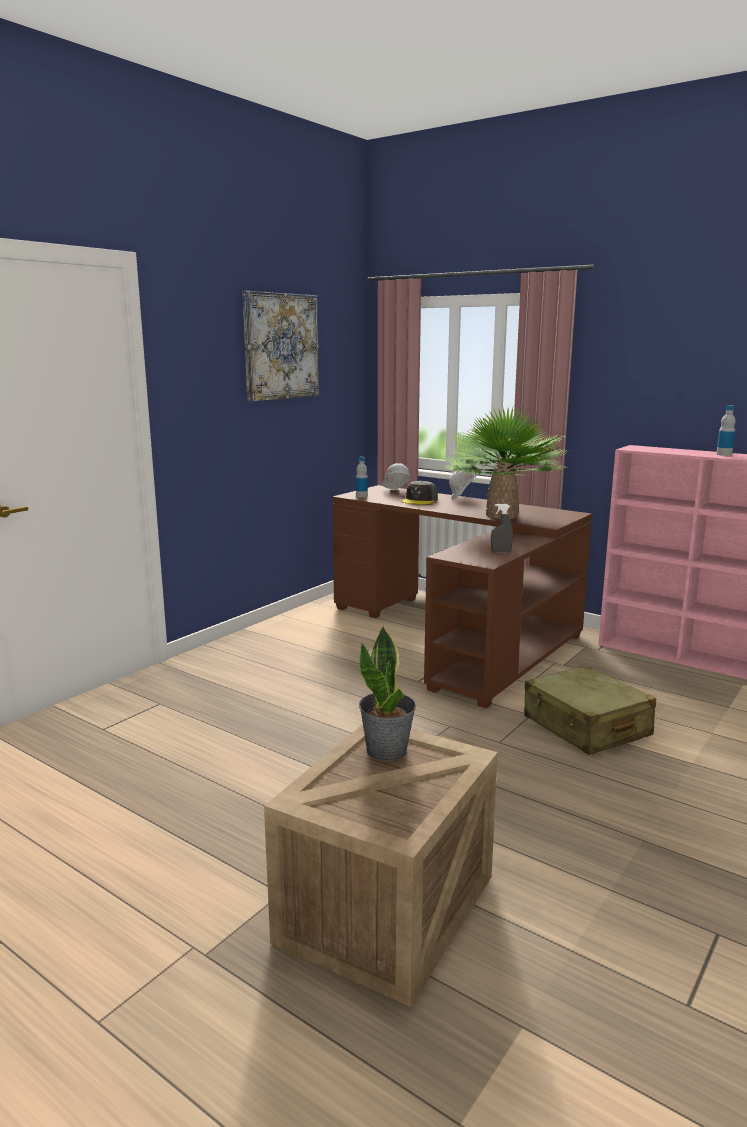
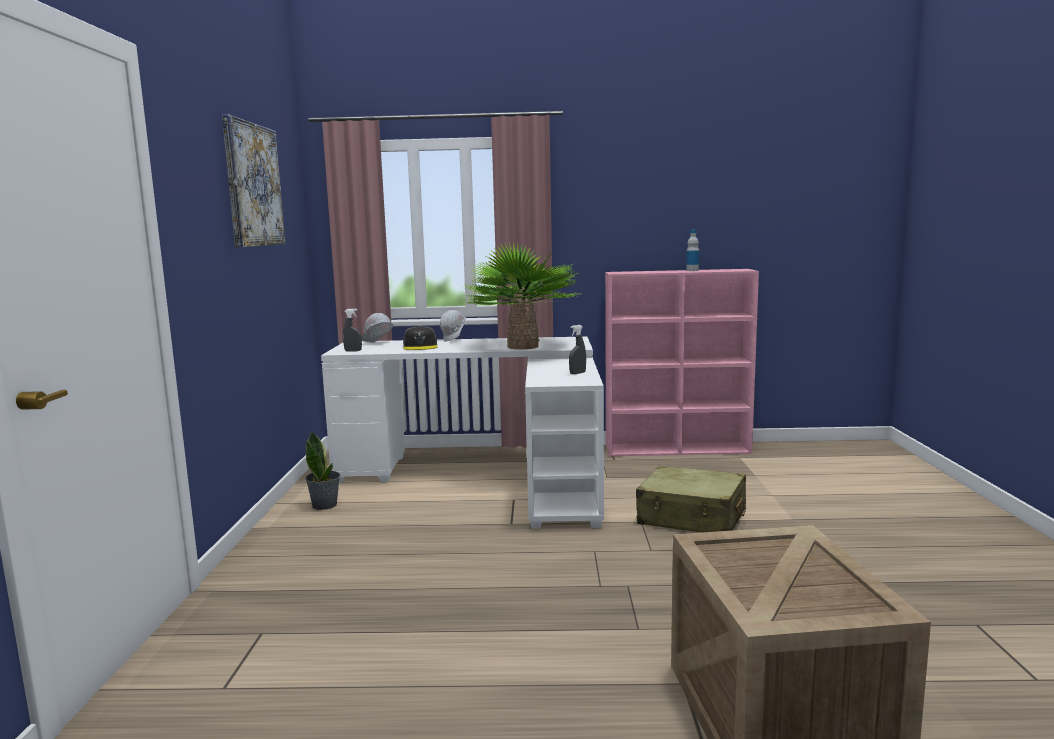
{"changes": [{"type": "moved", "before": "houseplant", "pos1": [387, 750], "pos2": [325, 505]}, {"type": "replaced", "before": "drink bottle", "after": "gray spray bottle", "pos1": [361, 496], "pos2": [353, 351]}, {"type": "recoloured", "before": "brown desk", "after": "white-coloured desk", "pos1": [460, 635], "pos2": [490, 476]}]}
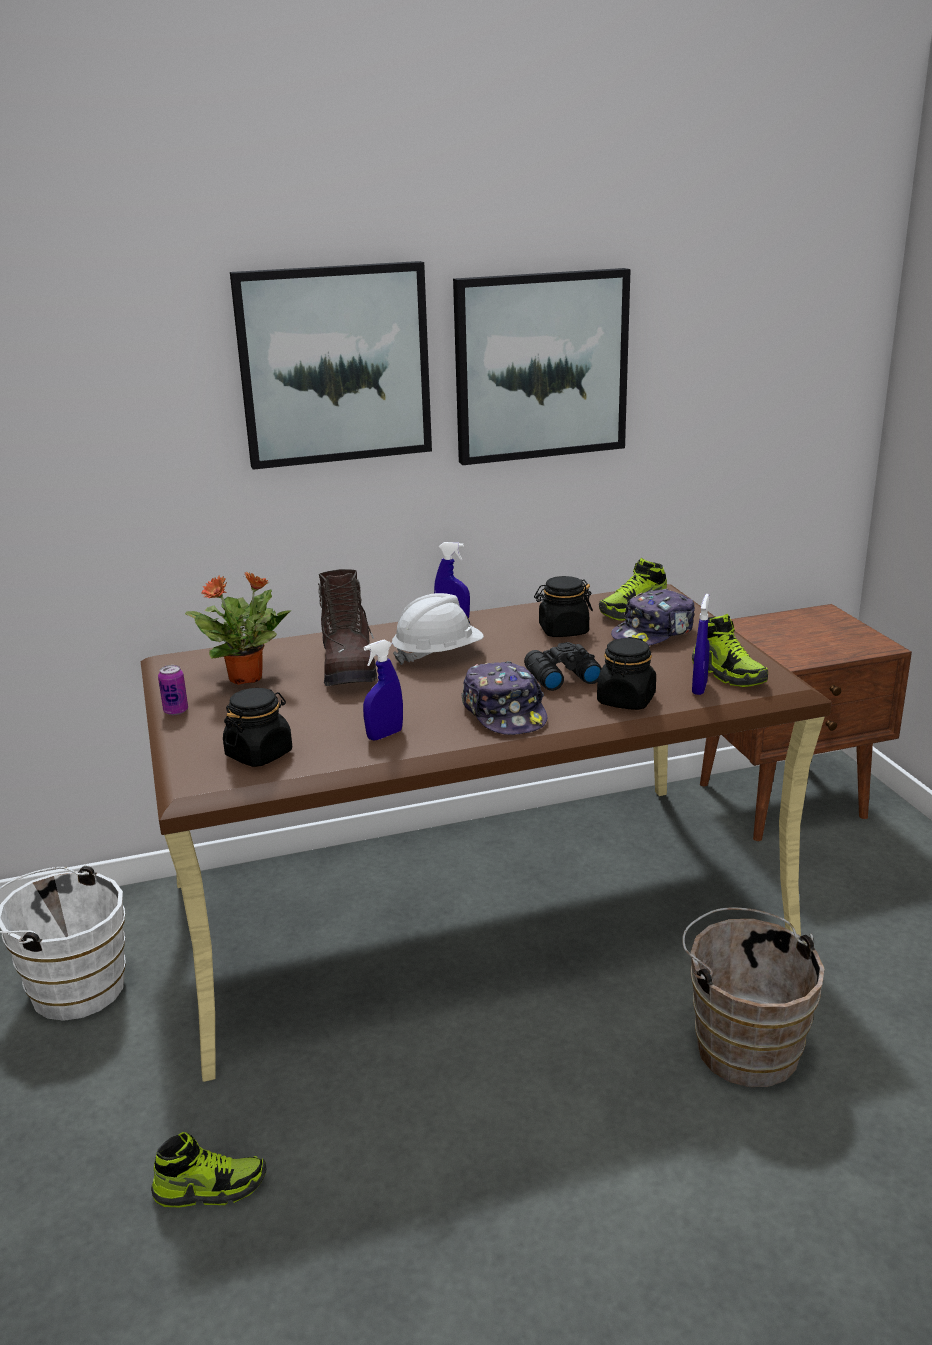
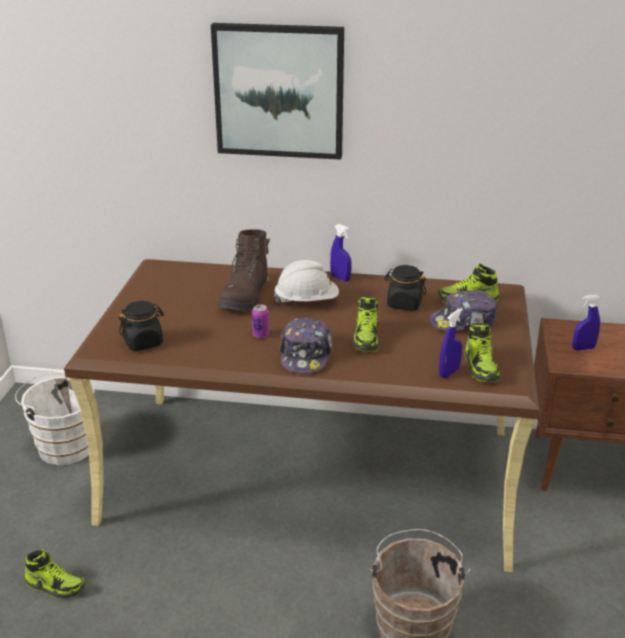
{"changes": [{"type": "removed", "before": "houseplant", "pos1": [247, 678]}, {"type": "removed", "before": "wall picture", "pos1": [540, 366]}, {"type": "removed", "before": "black preserve jar", "pos1": [626, 700]}, {"type": "moved", "before": "can", "pos1": [176, 711], "pos2": [261, 335]}, {"type": "moved", "before": "blue-coloured spray bottle", "pos1": [384, 735], "pos2": [583, 348]}, {"type": "replaced", "before": "black field glasses", "after": "low shoe", "pos1": [560, 677], "pos2": [366, 338]}]}
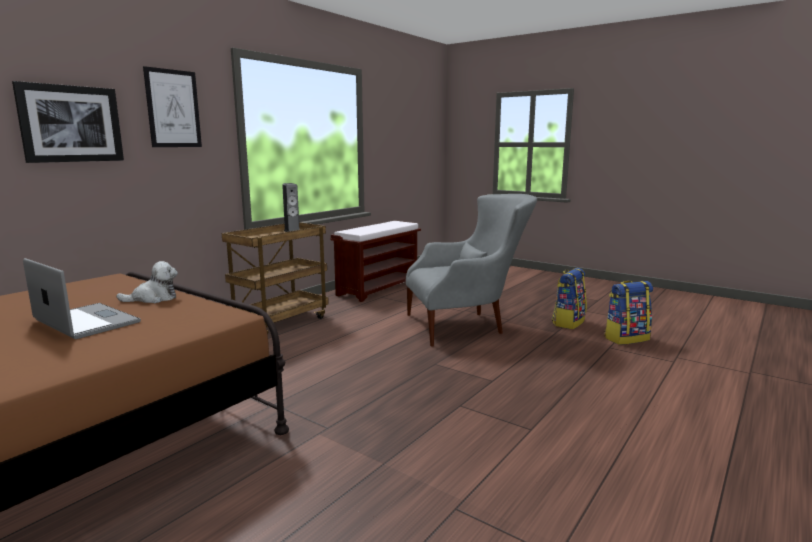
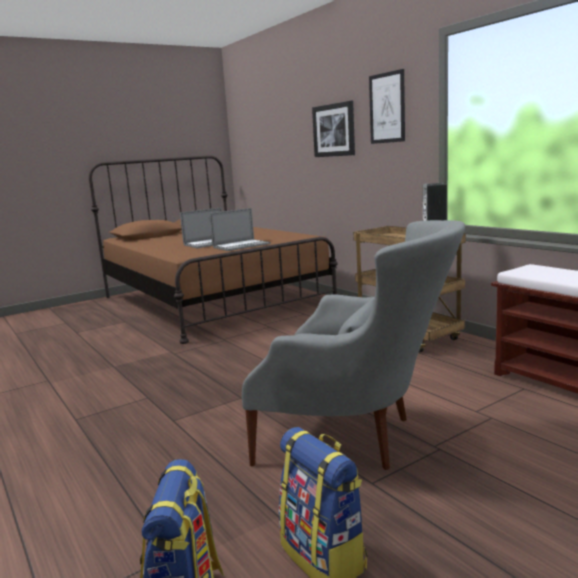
{"changes": [{"type": "replaced", "before": "soft toy", "after": "portable computer", "pos1": [153, 298], "pos2": [241, 245]}, {"type": "turned", "before": "gray easy chair", "pos1": [468, 325], "pos2": [357, 437], "turn": -75}]}
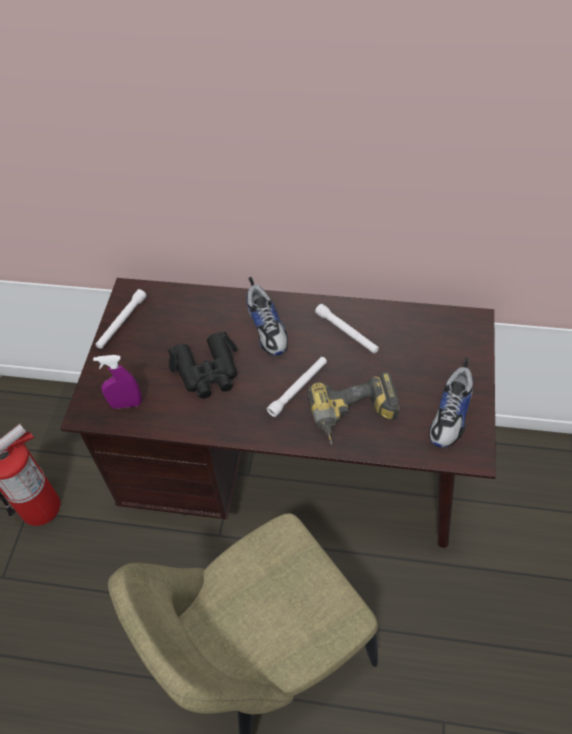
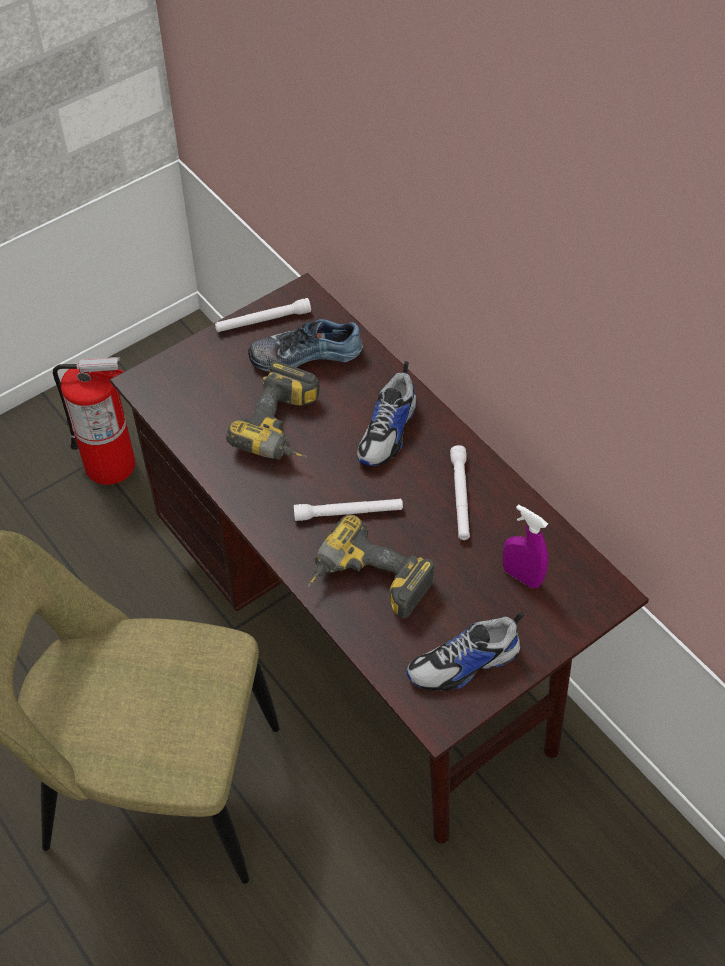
{"changes": [{"type": "added", "after": "low shoe", "pos2": [305, 353]}, {"type": "moved", "before": "purplish spray bottle", "pos1": [126, 404], "pos2": [521, 576]}, {"type": "replaced", "before": "black field glasses", "after": "power drill", "pos1": [208, 372], "pos2": [285, 429]}]}
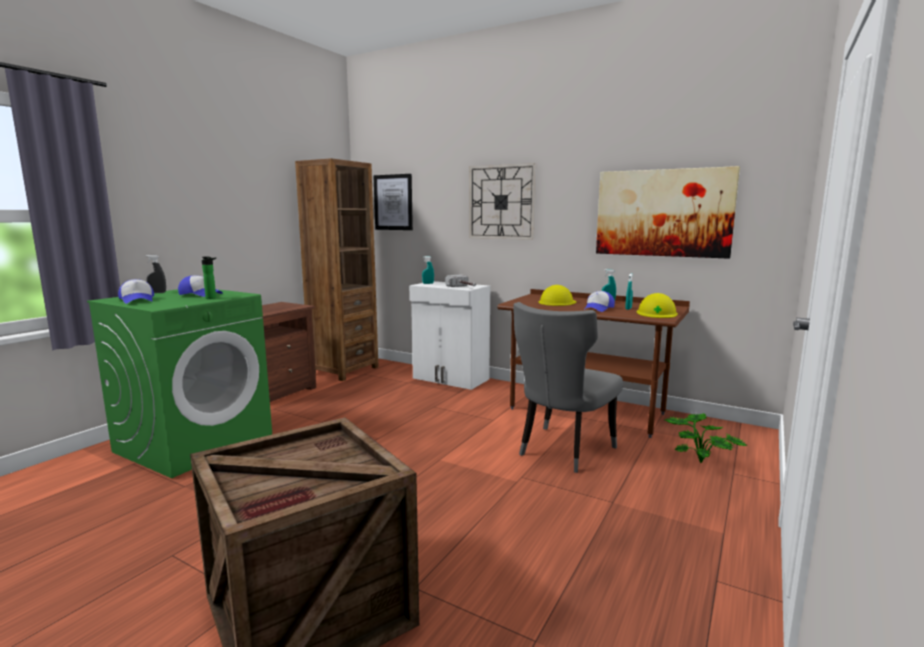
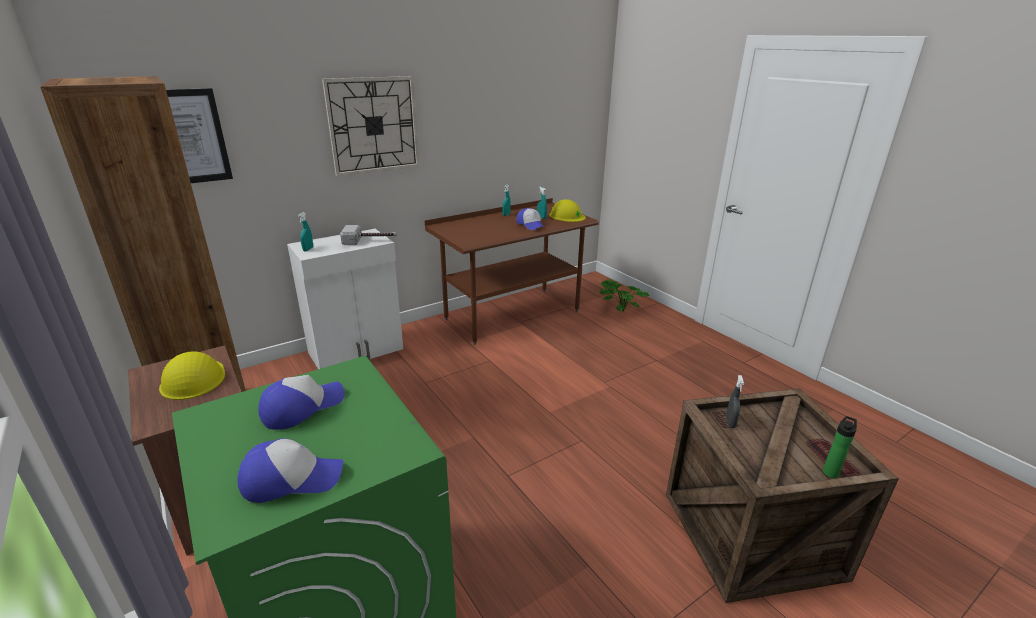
{"changes": [{"type": "removed", "before": "gray chair", "pos1": [562, 451]}, {"type": "removed", "before": "wall picture", "pos1": [663, 213]}, {"type": "moved", "before": "gray spray bottle", "pos1": [157, 292], "pos2": [730, 423]}, {"type": "moved", "before": "drink bottle", "pos1": [212, 298], "pos2": [831, 471]}, {"type": "moved", "before": "yellow-coloured safety helmet", "pos1": [557, 302], "pos2": [193, 379]}]}
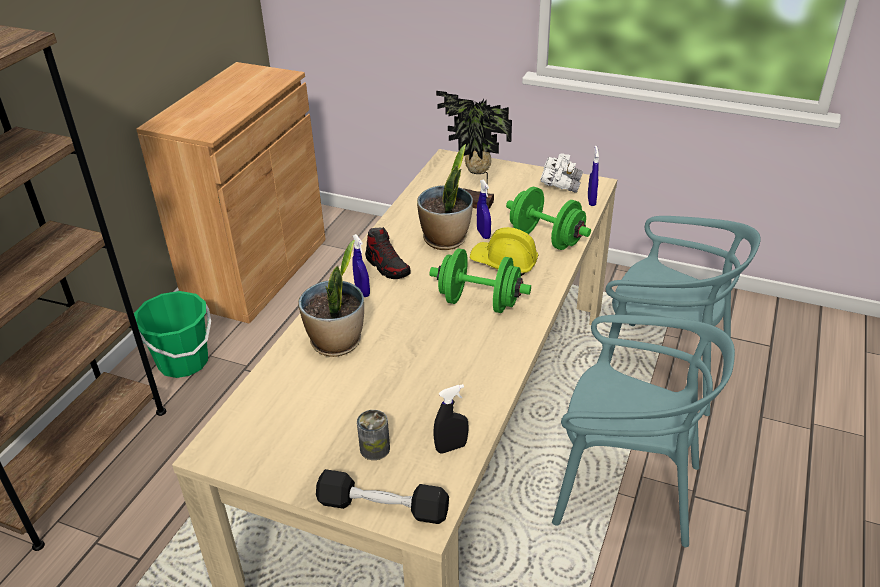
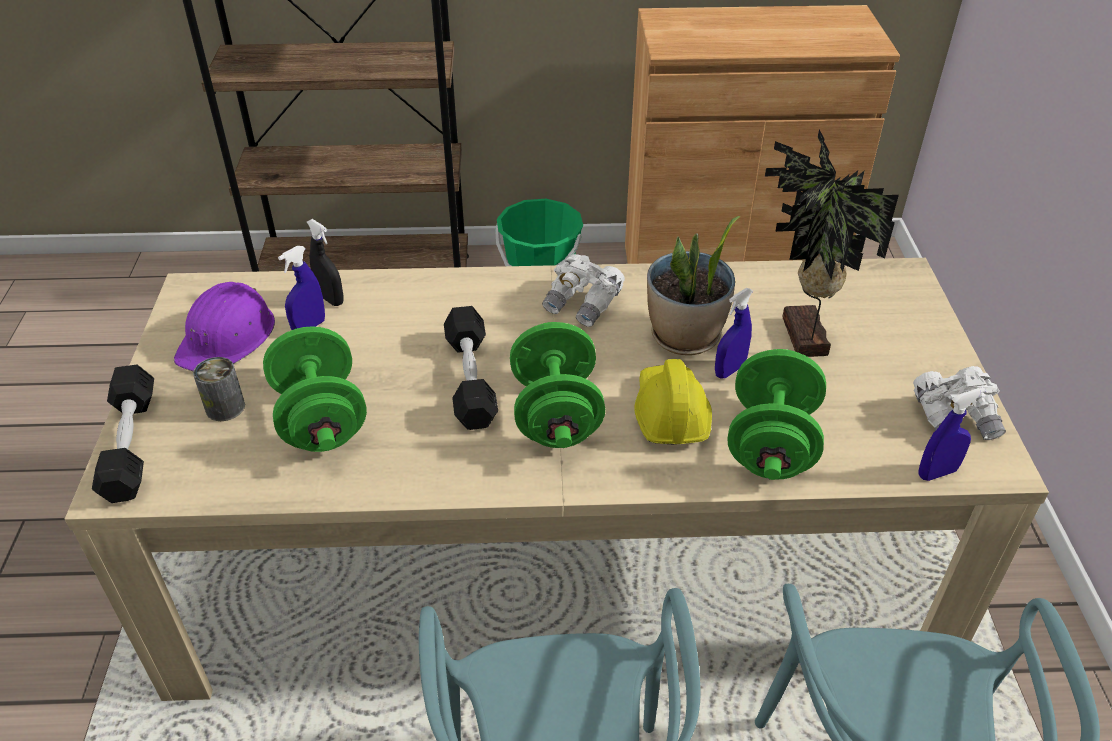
{"changes": [{"type": "removed", "before": "houseplant", "pos1": [337, 342]}, {"type": "added", "after": "purplish safety helmet", "pos2": [228, 337]}, {"type": "added", "after": "green-coloured dumbbell", "pos2": [321, 419]}, {"type": "added", "after": "black dumbbell", "pos2": [470, 380]}, {"type": "moved", "before": "blue-coloured spray bottle", "pos1": [362, 291], "pos2": [309, 327]}, {"type": "moved", "before": "black spray bottle", "pos1": [451, 447], "pos2": [330, 299]}, {"type": "replaced", "before": "low shoe", "after": "white-coloured field glasses", "pos1": [387, 266], "pos2": [583, 304]}]}
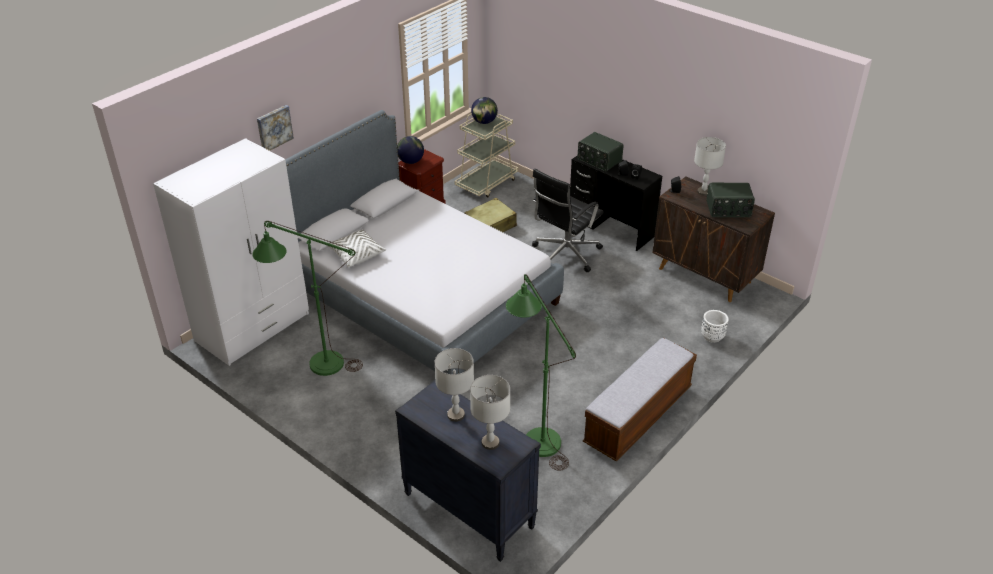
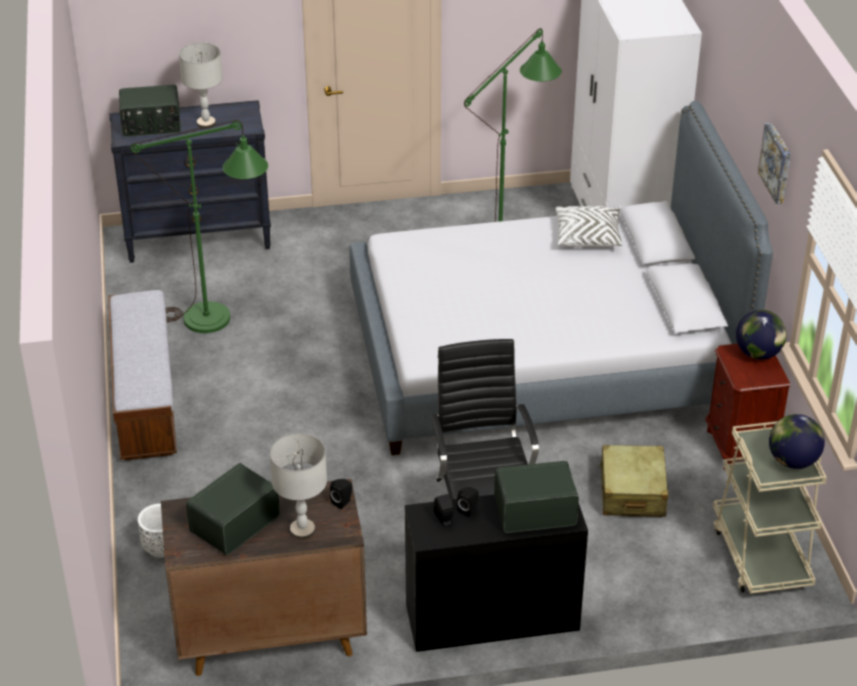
{"changes": [{"type": "moved", "before": "wall picture", "pos1": [274, 128], "pos2": [777, 162]}, {"type": "replaced", "before": "gray lamp for a table", "after": "radio", "pos1": [490, 443], "pos2": [151, 125]}]}
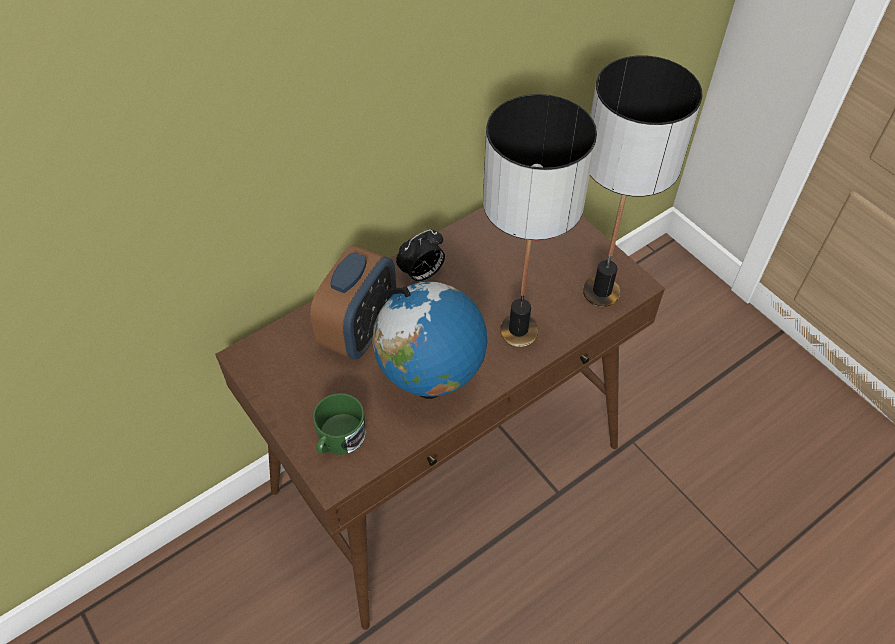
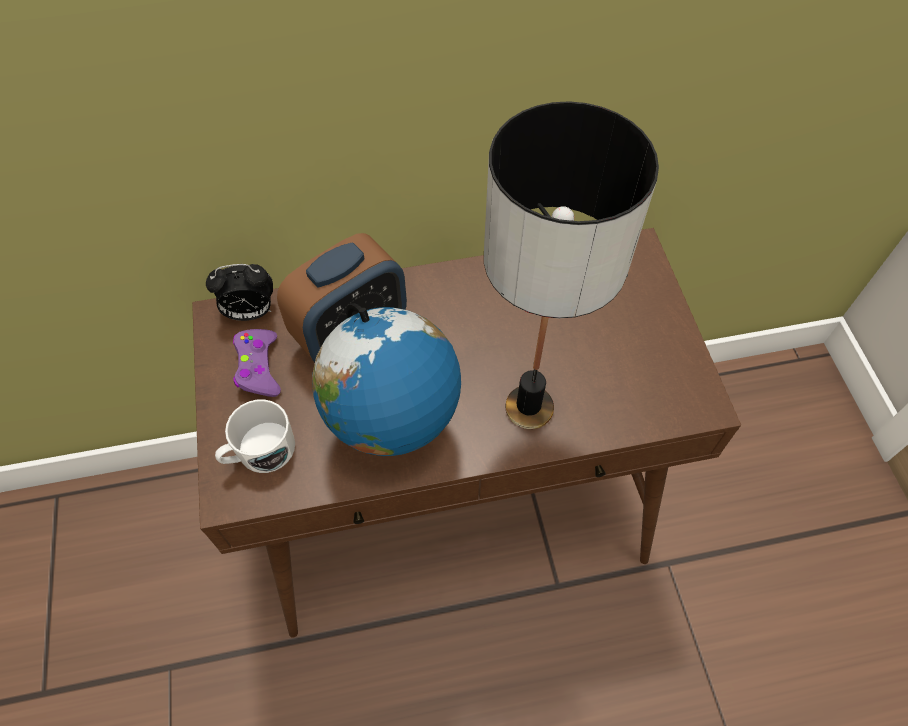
{"changes": [{"type": "removed", "before": "lamp for a table", "pos1": [600, 293]}, {"type": "added", "after": "purplish game controller", "pos2": [258, 367]}, {"type": "moved", "before": "table clock", "pos1": [422, 274], "pos2": [250, 313]}, {"type": "recoloured", "before": "green-coloured coffee mug", "after": "white-coloured coffee mug", "pos1": [338, 439], "pos2": [259, 452]}]}
